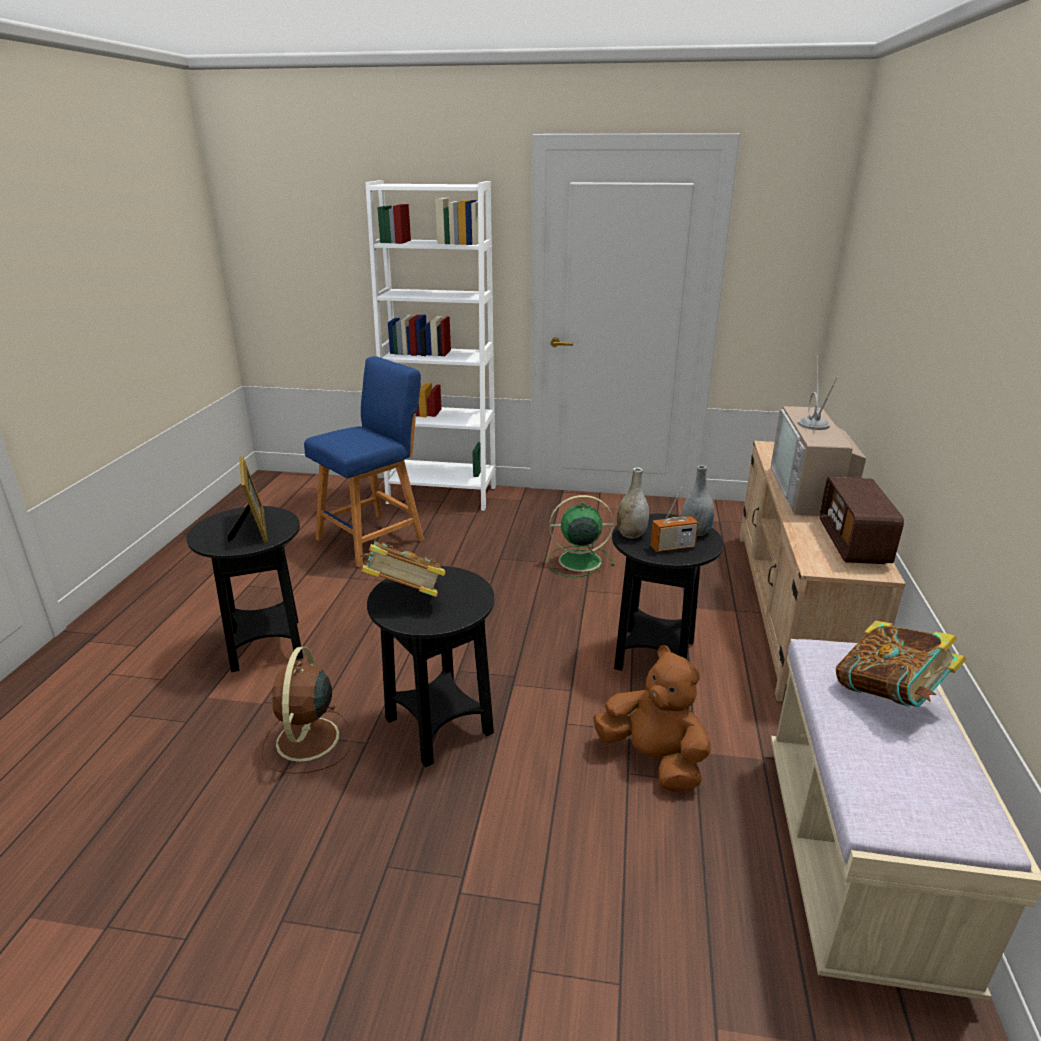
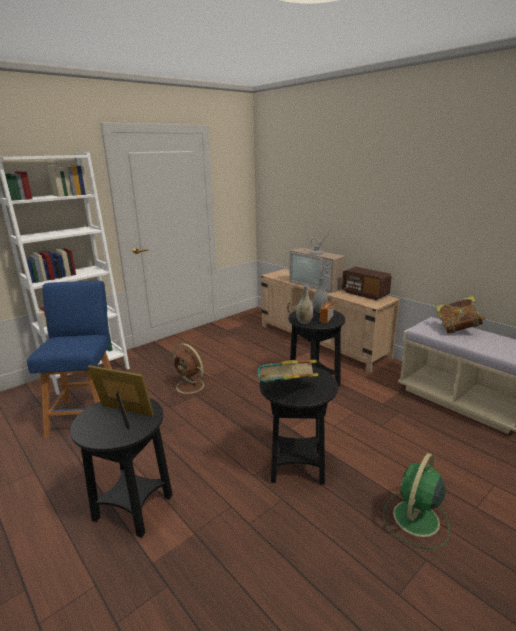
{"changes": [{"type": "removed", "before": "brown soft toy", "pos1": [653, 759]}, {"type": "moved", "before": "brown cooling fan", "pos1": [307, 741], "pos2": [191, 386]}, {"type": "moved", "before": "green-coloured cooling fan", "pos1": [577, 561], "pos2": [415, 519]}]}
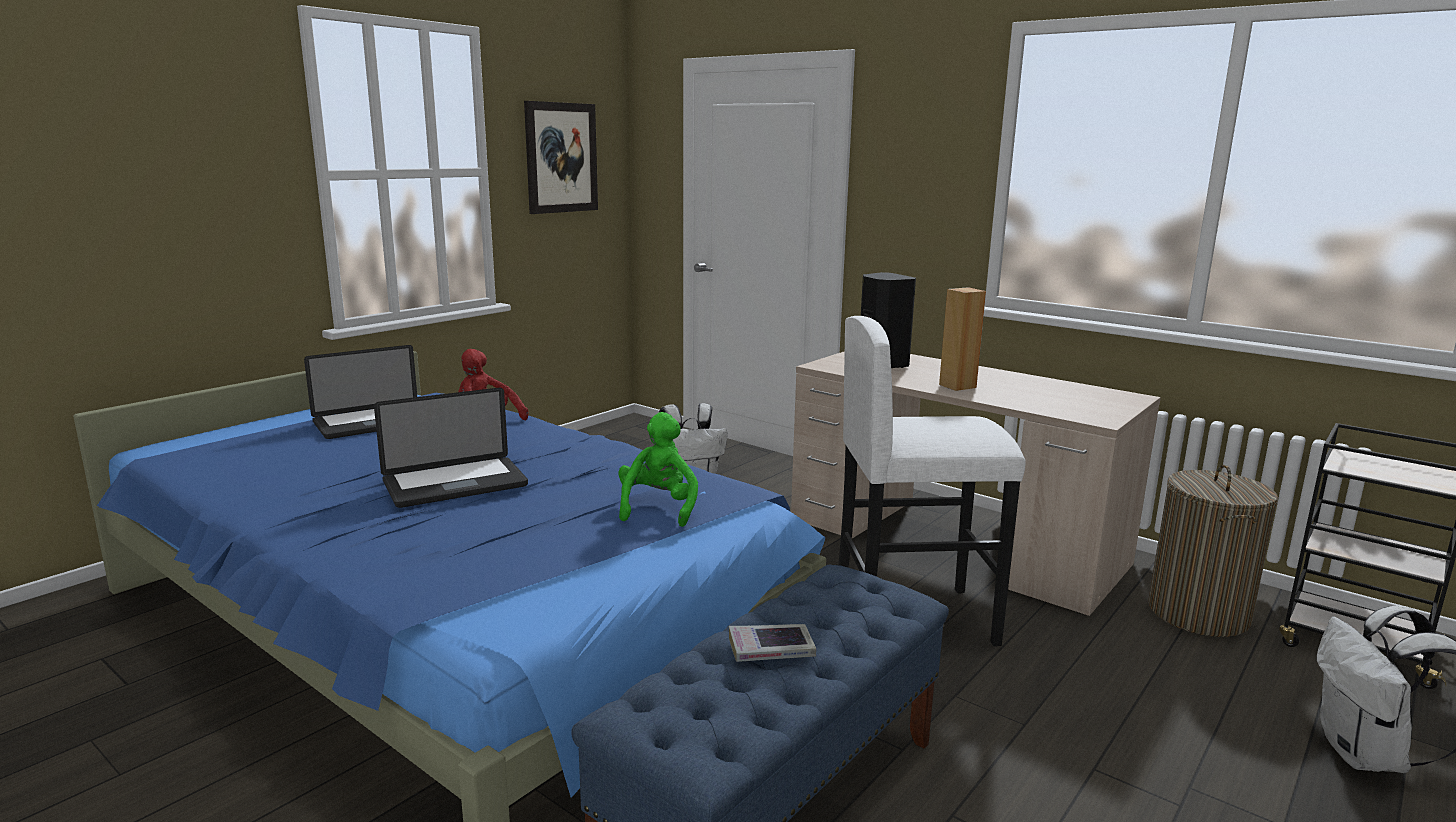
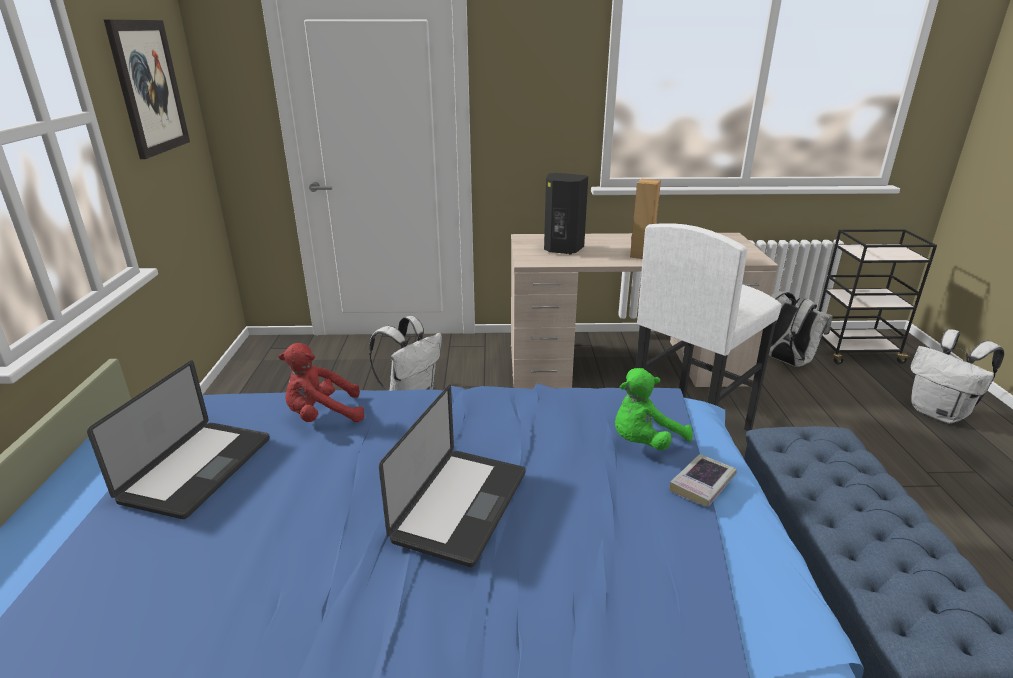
{"changes": [{"type": "moved", "before": "book", "pos1": [771, 649], "pos2": [702, 484]}, {"type": "replaced", "before": "washing basket", "after": "white-coloured rucksack", "pos1": [1197, 613], "pos2": [785, 361]}, {"type": "turned", "before": "green-coloured soft toy", "pos1": [658, 508], "pos2": [644, 442], "turn": -90}]}
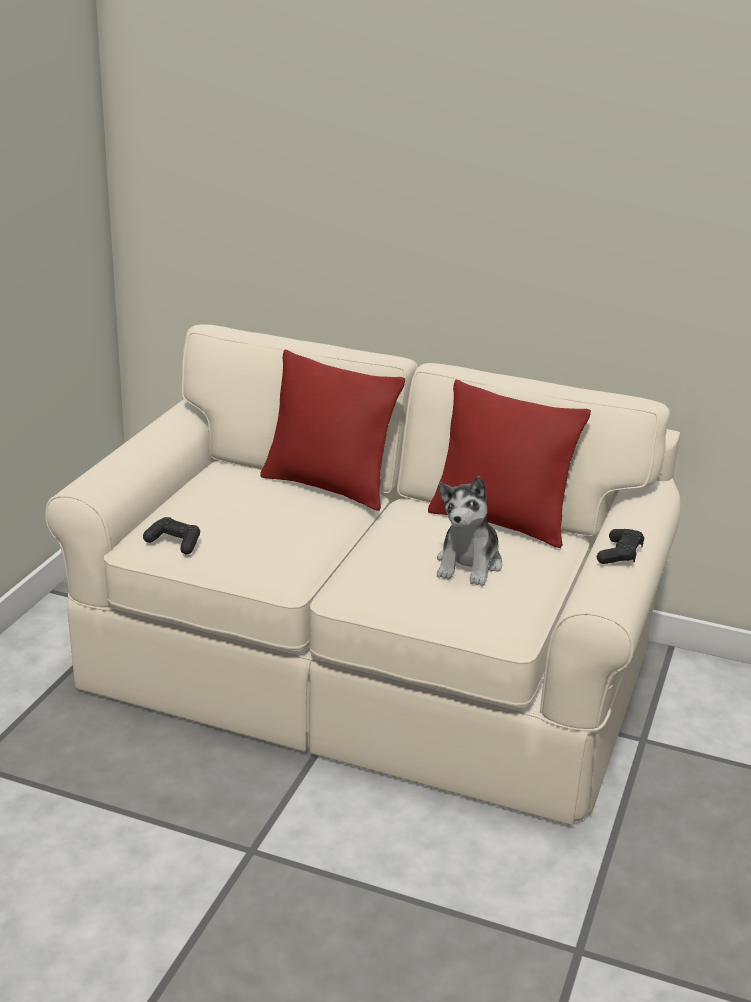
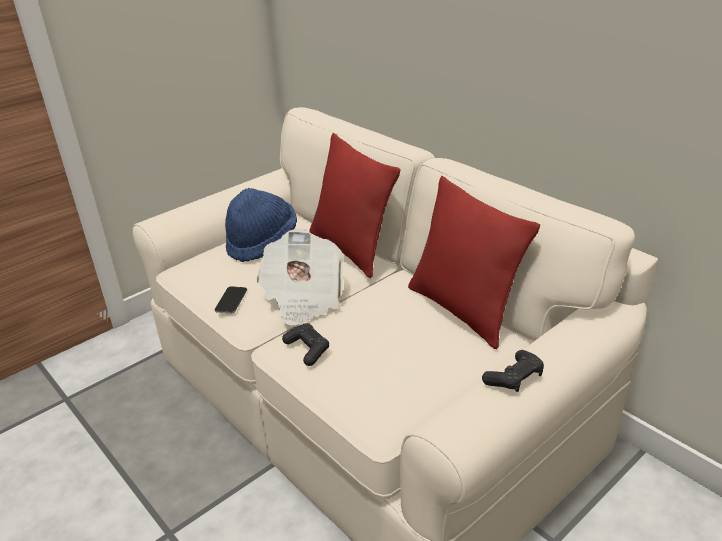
{"changes": [{"type": "removed", "before": "soft toy", "pos1": [469, 564]}, {"type": "added", "after": "telephone", "pos2": [231, 300]}, {"type": "added", "after": "blue-coloured wearable hat", "pos2": [262, 243]}, {"type": "added", "after": "daily paper", "pos2": [303, 297]}, {"type": "moved", "before": "black game controller", "pos1": [174, 543], "pos2": [307, 349]}]}
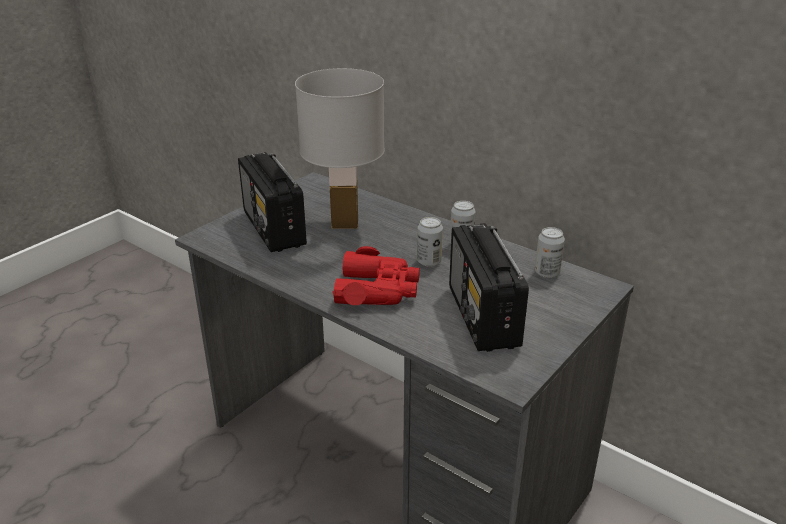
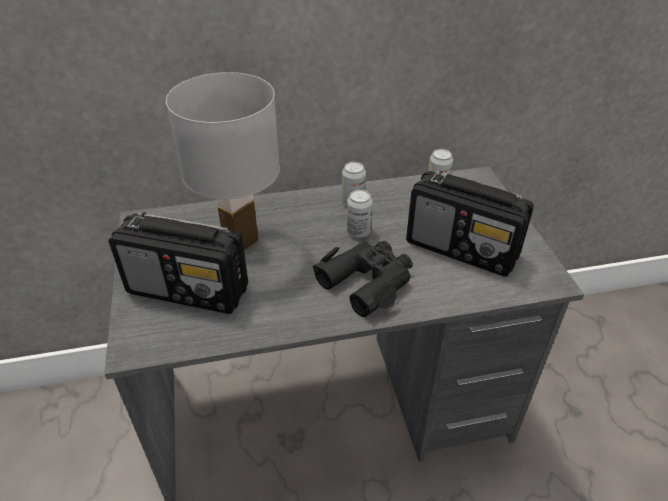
{"changes": [{"type": "recoloured", "before": "reddish field glasses", "after": "black field glasses", "pos1": [377, 289], "pos2": [367, 281]}]}
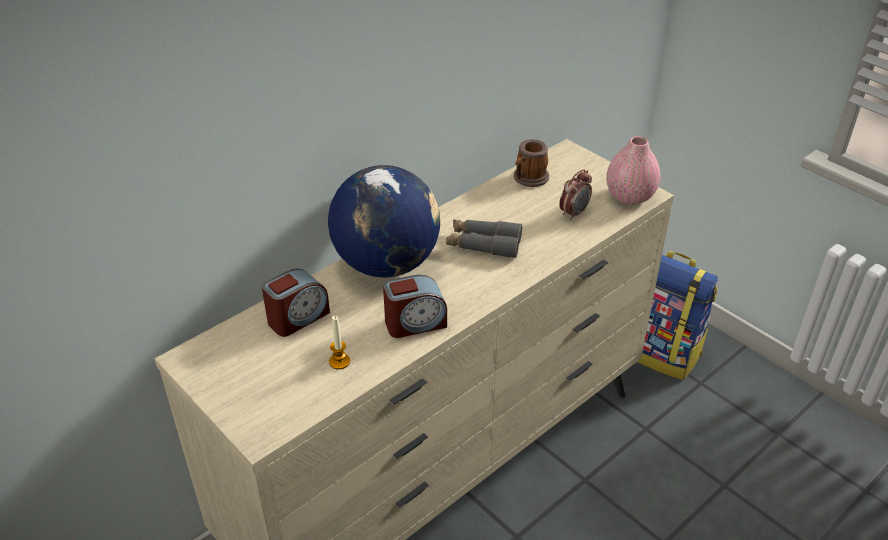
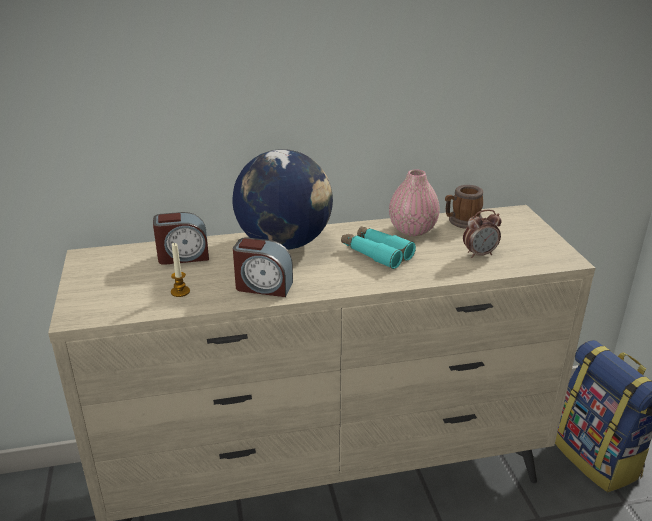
{"changes": [{"type": "moved", "before": "pink-coloured vase", "pos1": [630, 196], "pos2": [412, 230]}, {"type": "recoloured", "before": "gray field glasses", "after": "blue-green field glasses", "pos1": [484, 244], "pos2": [376, 253]}]}
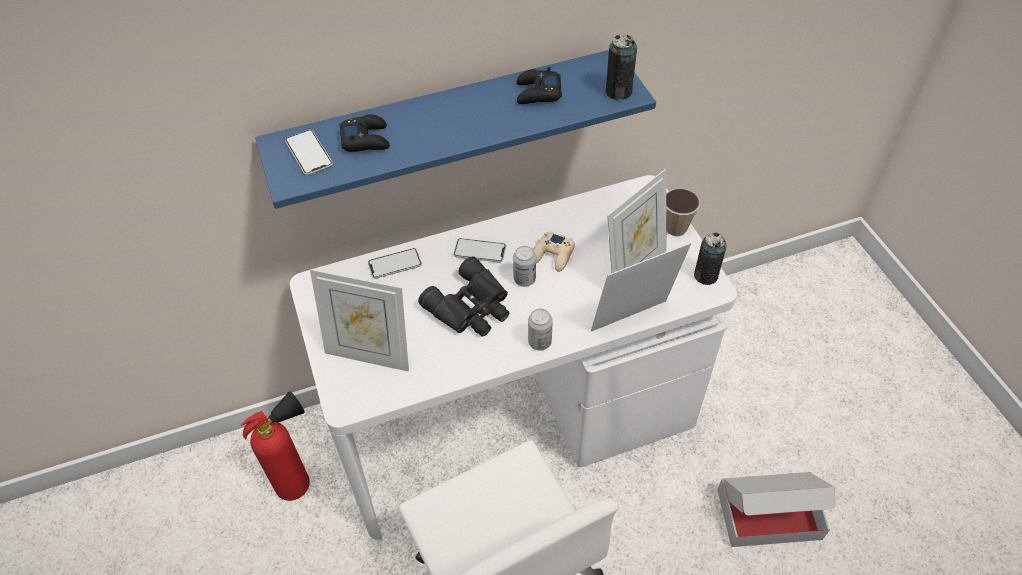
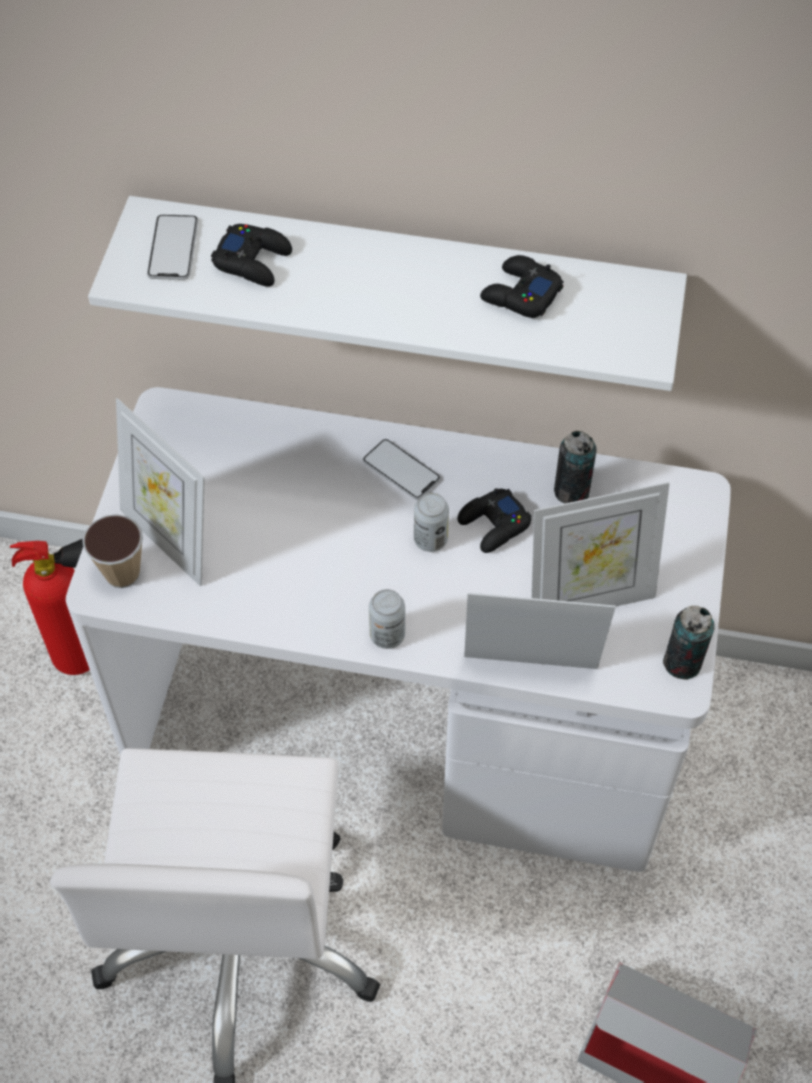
{"changes": [{"type": "removed", "before": "telephone", "pos1": [395, 264]}, {"type": "removed", "before": "black field glasses", "pos1": [472, 307]}, {"type": "moved", "before": "can", "pos1": [618, 92], "pos2": [571, 491]}, {"type": "moved", "before": "small cup", "pos1": [676, 228], "pos2": [122, 573]}, {"type": "recoloured", "before": "blue-coloured bracket shelf", "after": "white-coloured bracket shelf", "pos1": [447, 125], "pos2": [402, 280]}, {"type": "recoloured", "before": "sand-coloured game controller", "after": "black game controller", "pos1": [553, 255], "pos2": [494, 525]}]}
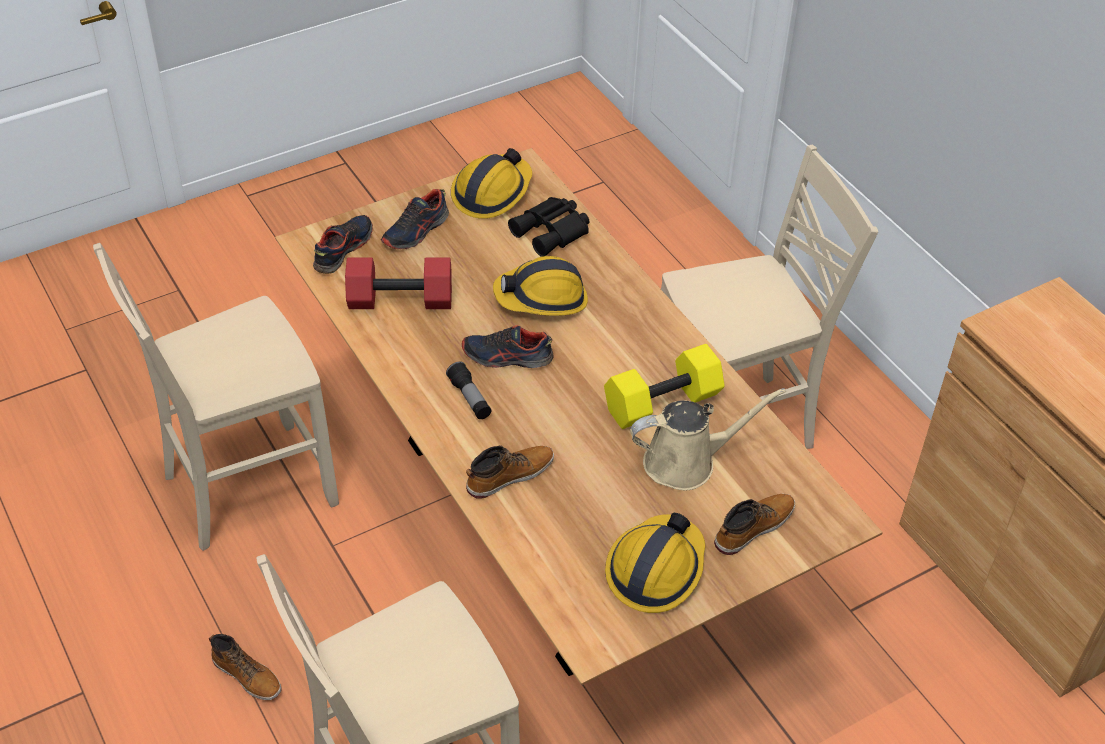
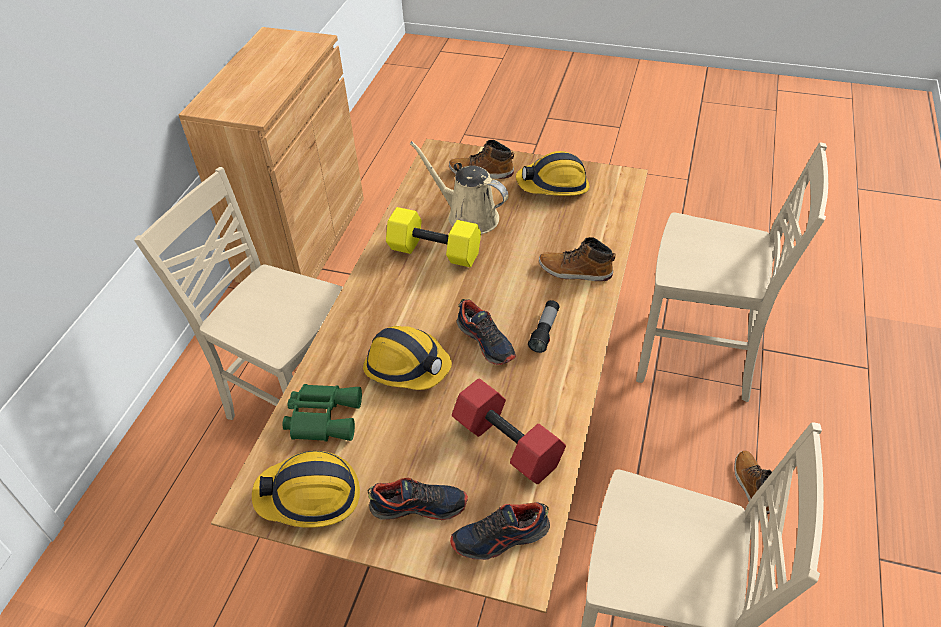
{"changes": [{"type": "recoloured", "before": "black field glasses", "after": "green-coloured field glasses", "pos1": [552, 232], "pos2": [323, 416]}]}
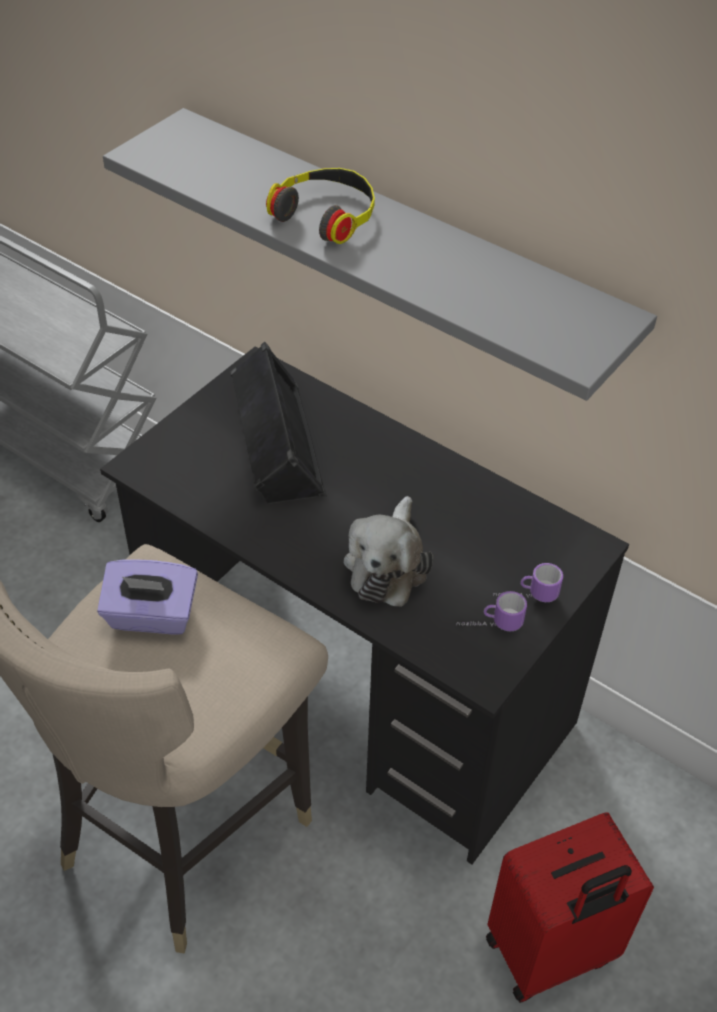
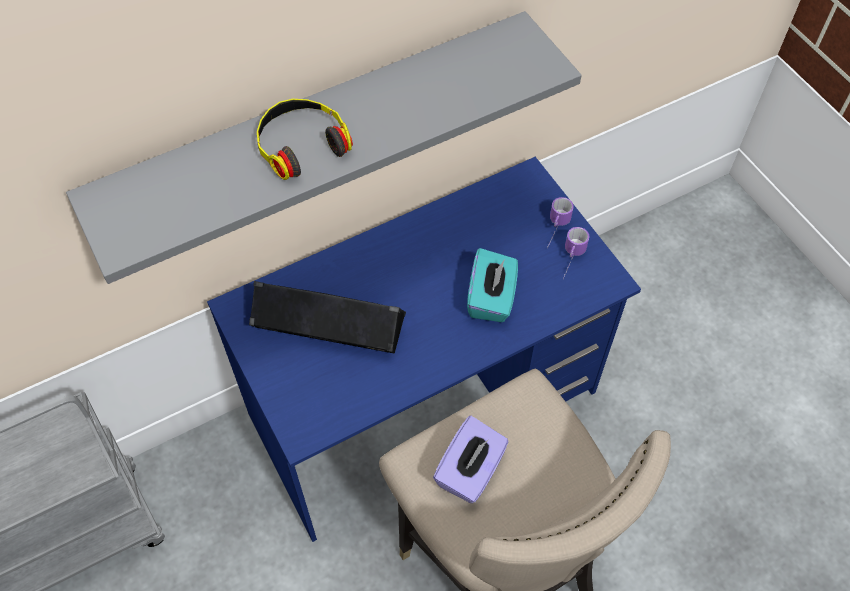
{"changes": [{"type": "removed", "before": "reddish suitcase", "pos1": [551, 953]}, {"type": "replaced", "before": "soft toy", "after": "blue-green box of tissues", "pos1": [387, 565], "pos2": [491, 298]}, {"type": "recoloured", "before": "black desk", "after": "blue-coloured desk", "pos1": [356, 683], "pos2": [424, 405]}]}
